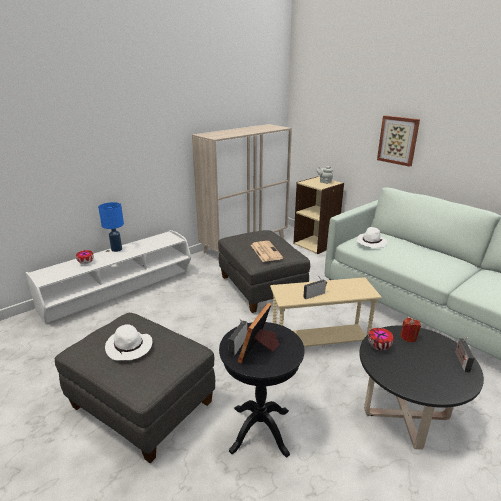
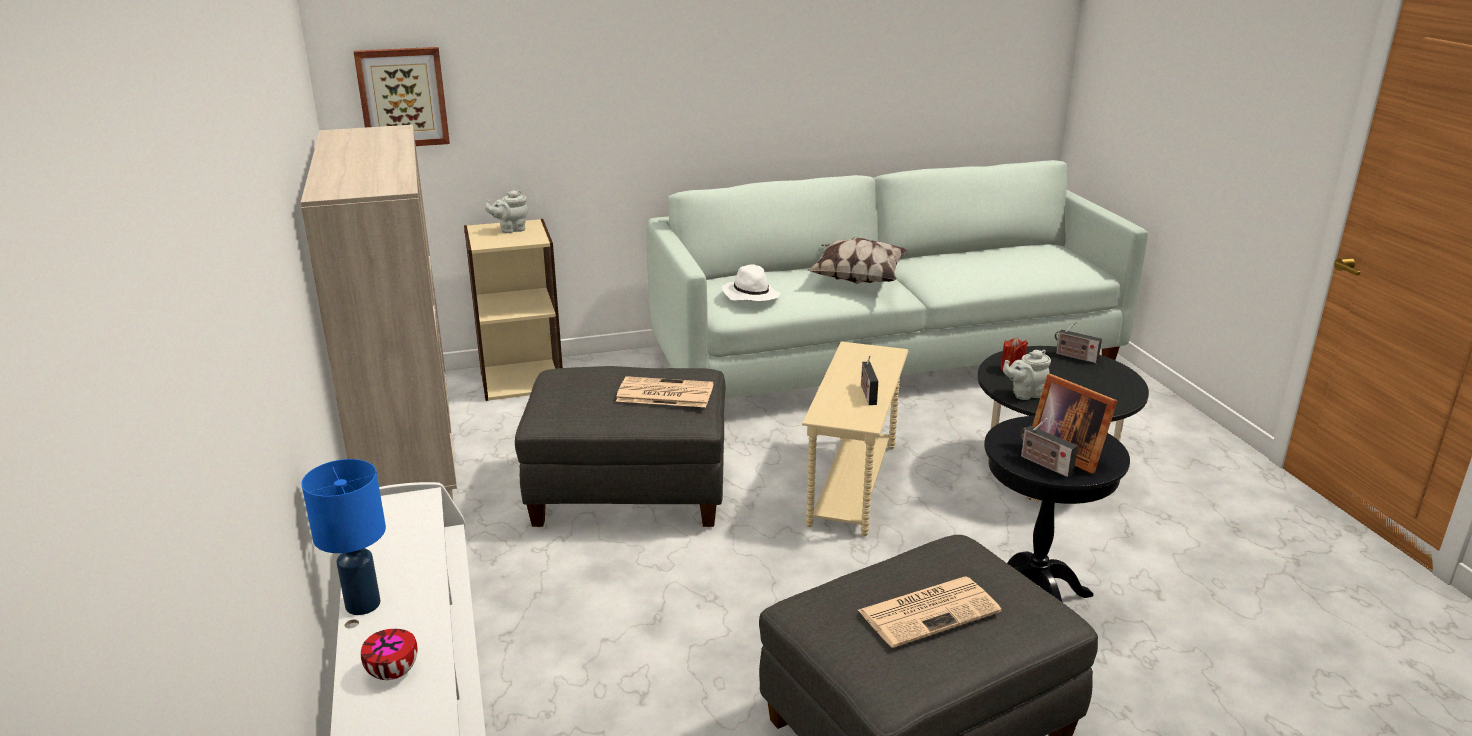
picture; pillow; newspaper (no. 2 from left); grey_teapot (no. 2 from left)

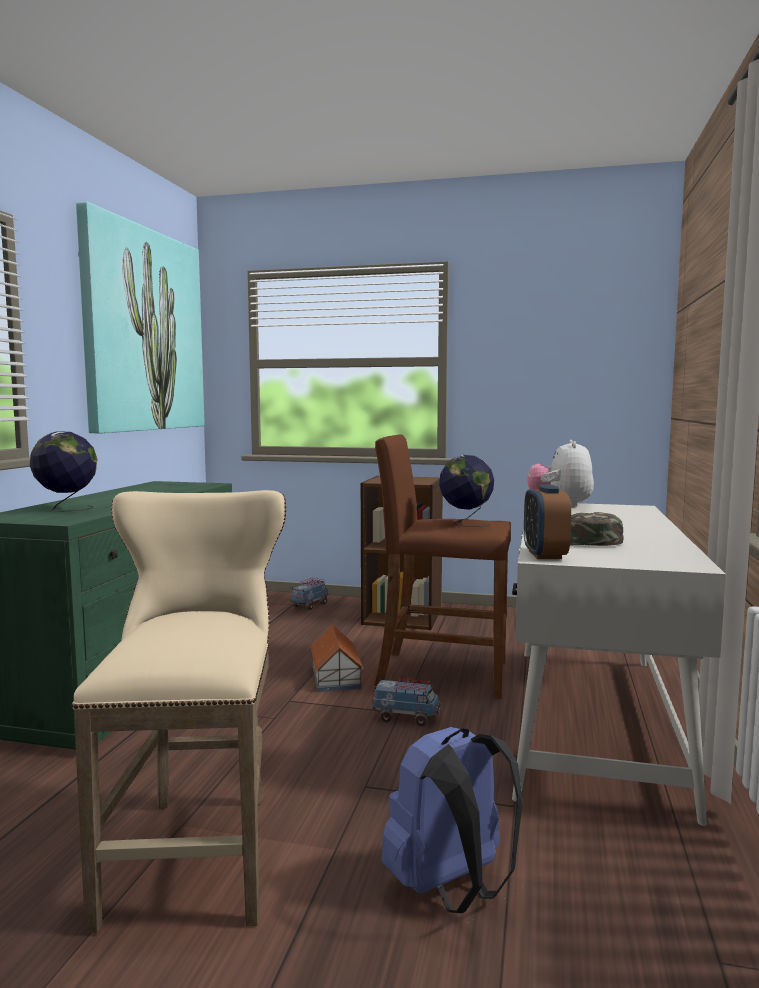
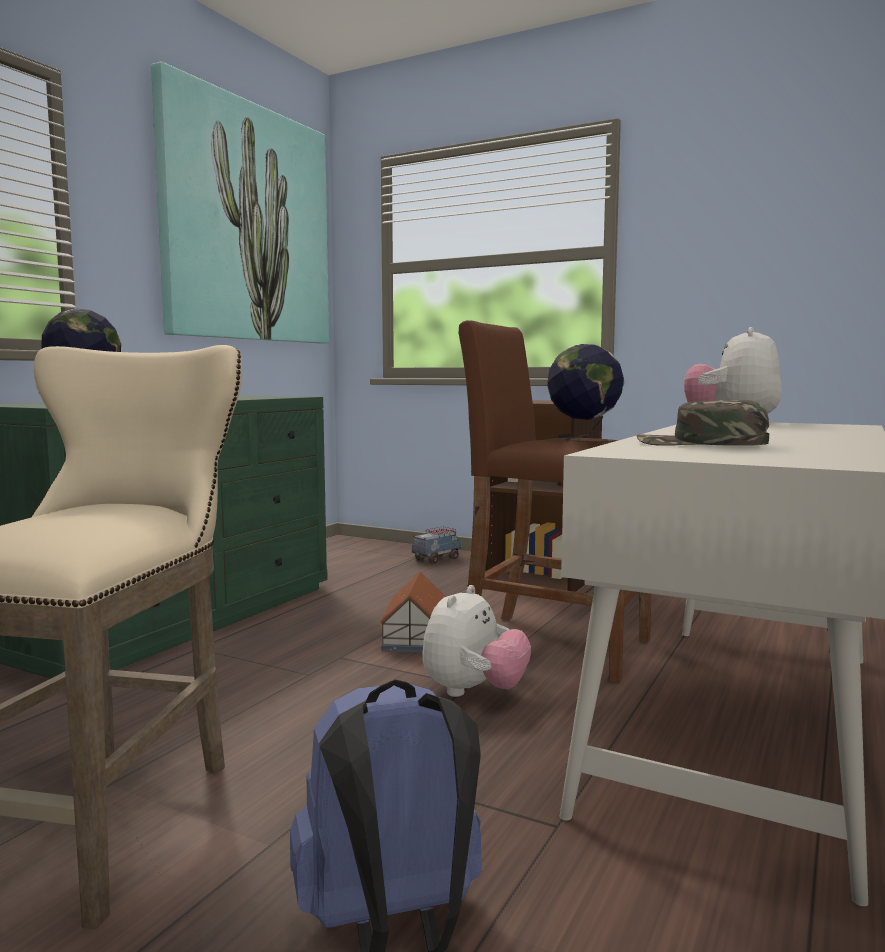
plush_toy (no. 1 from left); alarm_clock

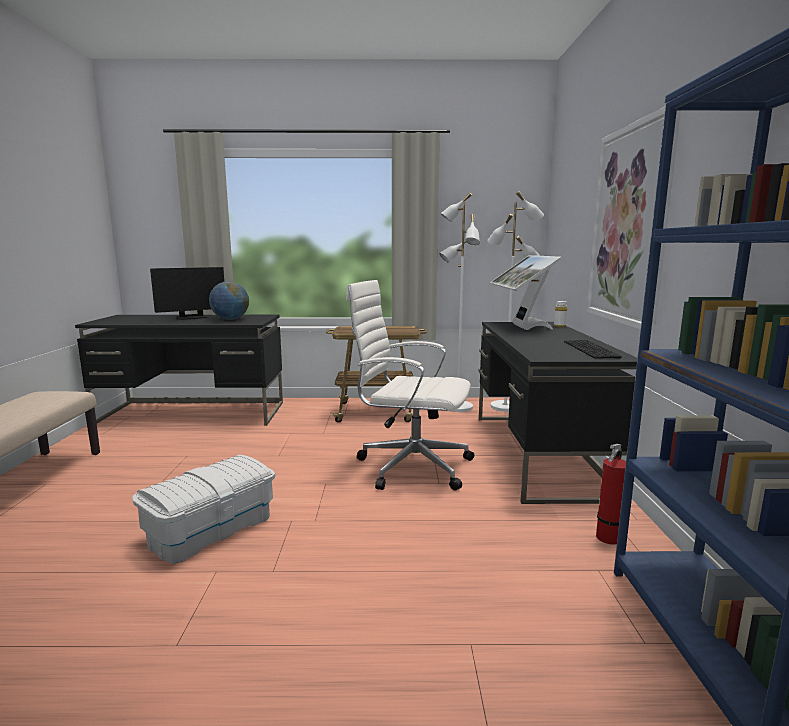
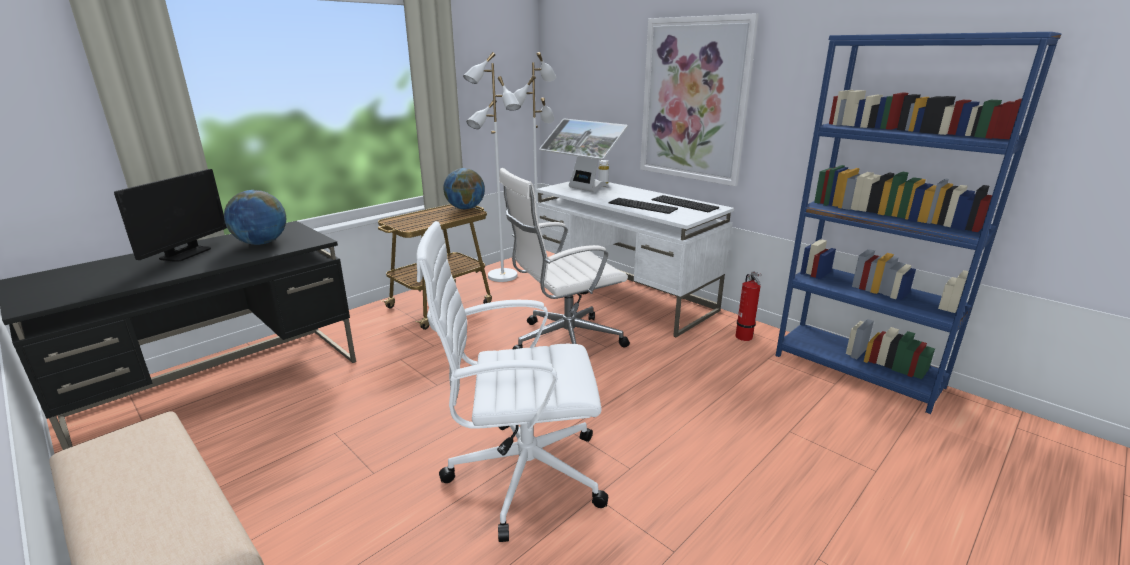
white_office_chair (no. 1 from left); globe (no. 2 from left); white_desk; keyboard (no. 1 from left)

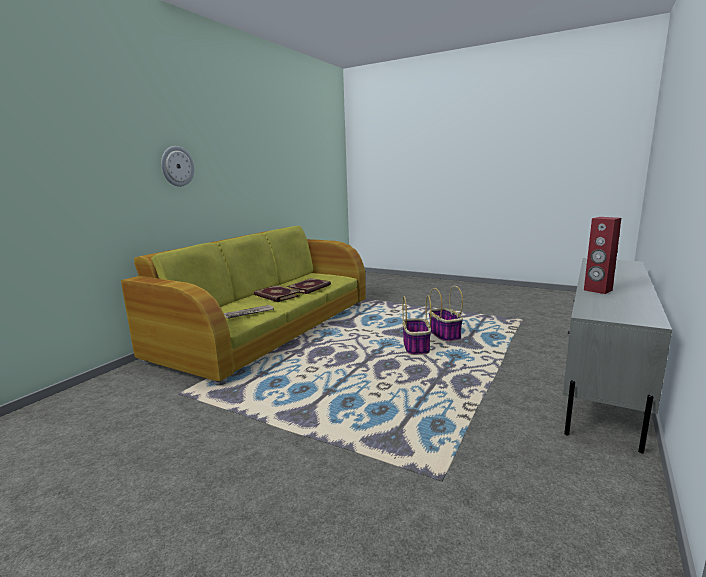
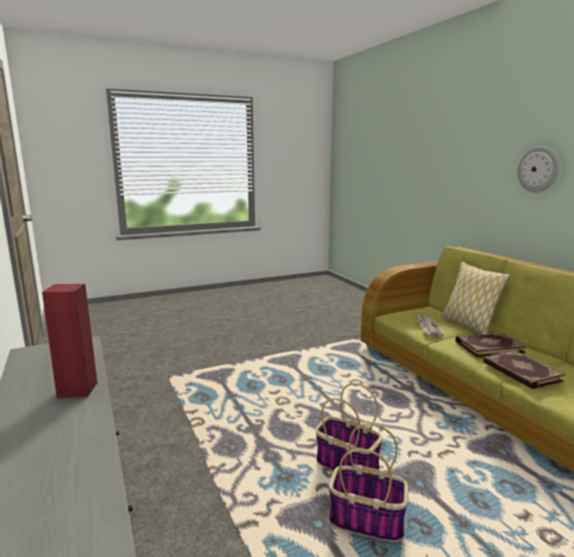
pillow

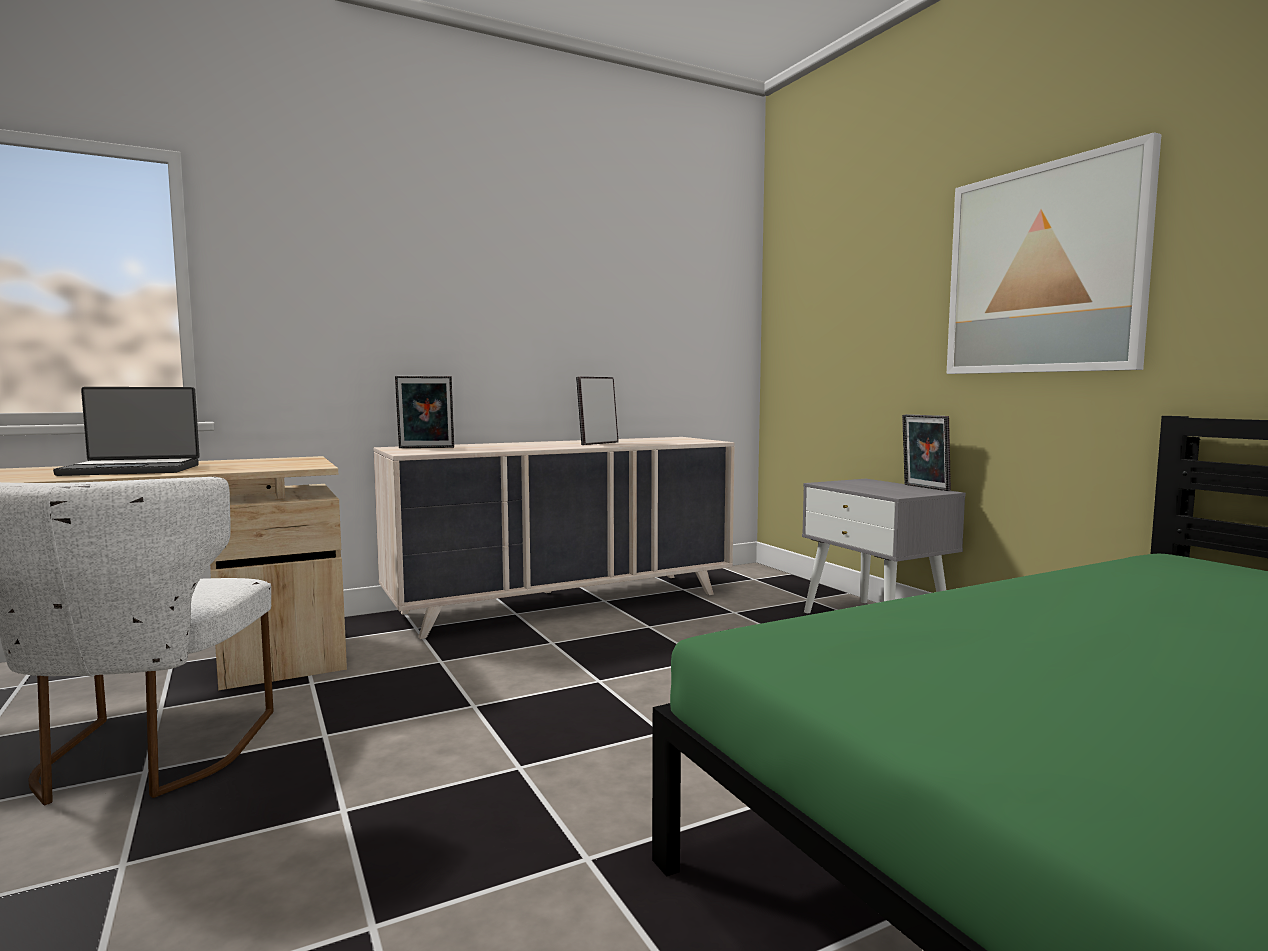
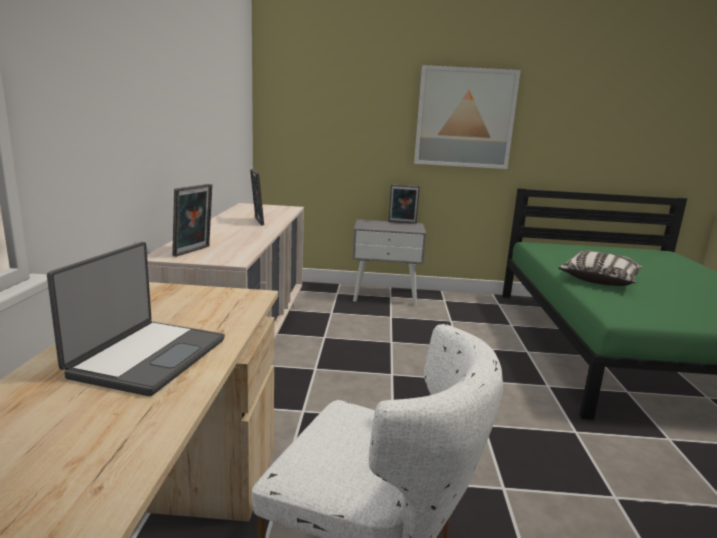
pillow

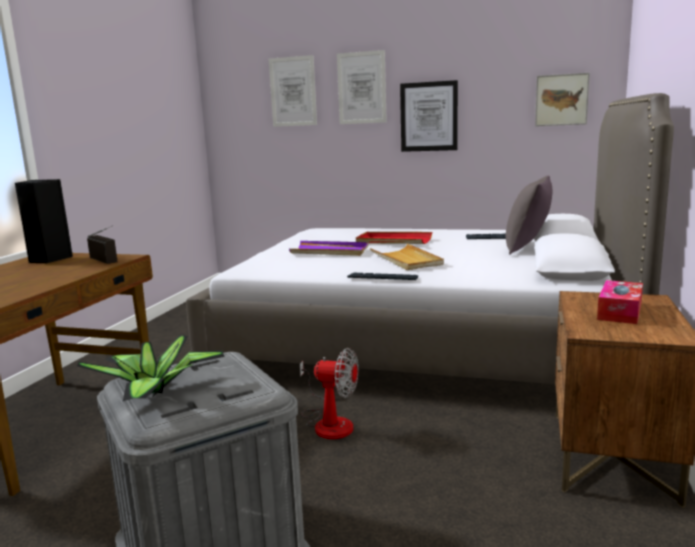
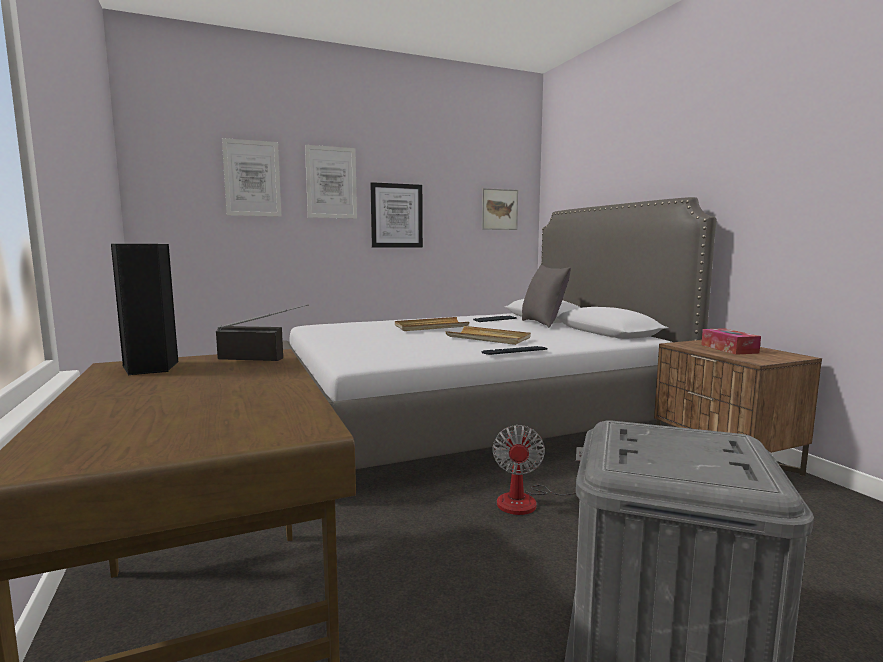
beige_tray (no. 1 from left); fan; potted_plant; purple_tray

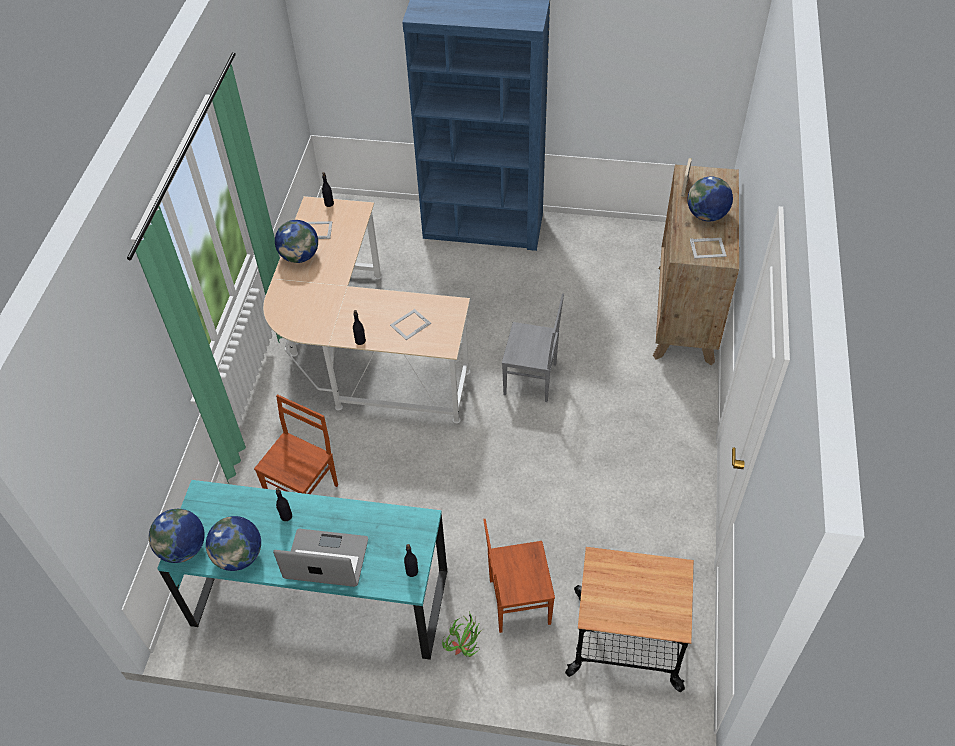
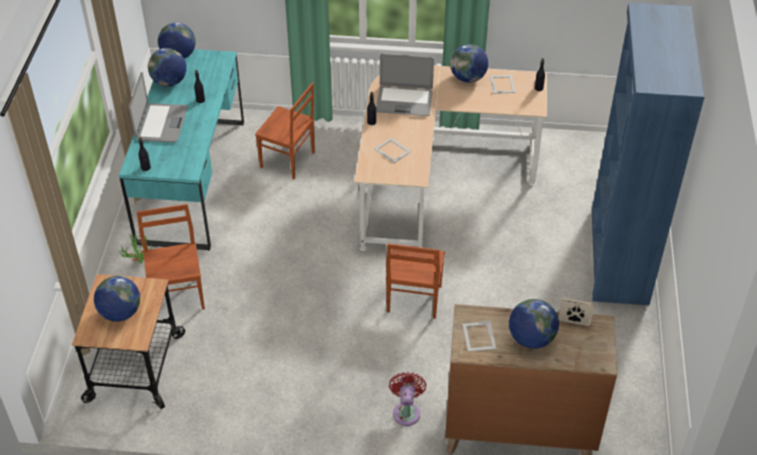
globe (no. 1 from left); laptop (no. 2 from left); brown_chair (no. 3 from left); red_fan

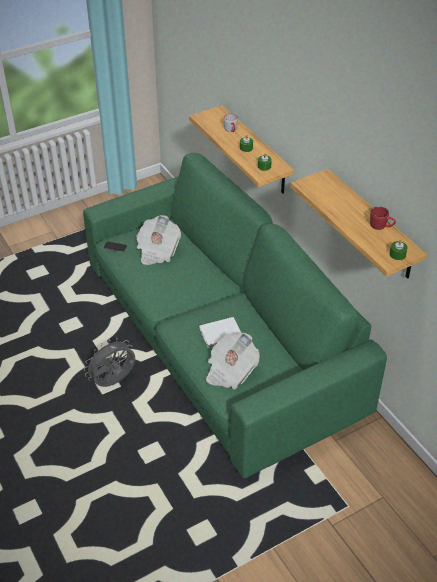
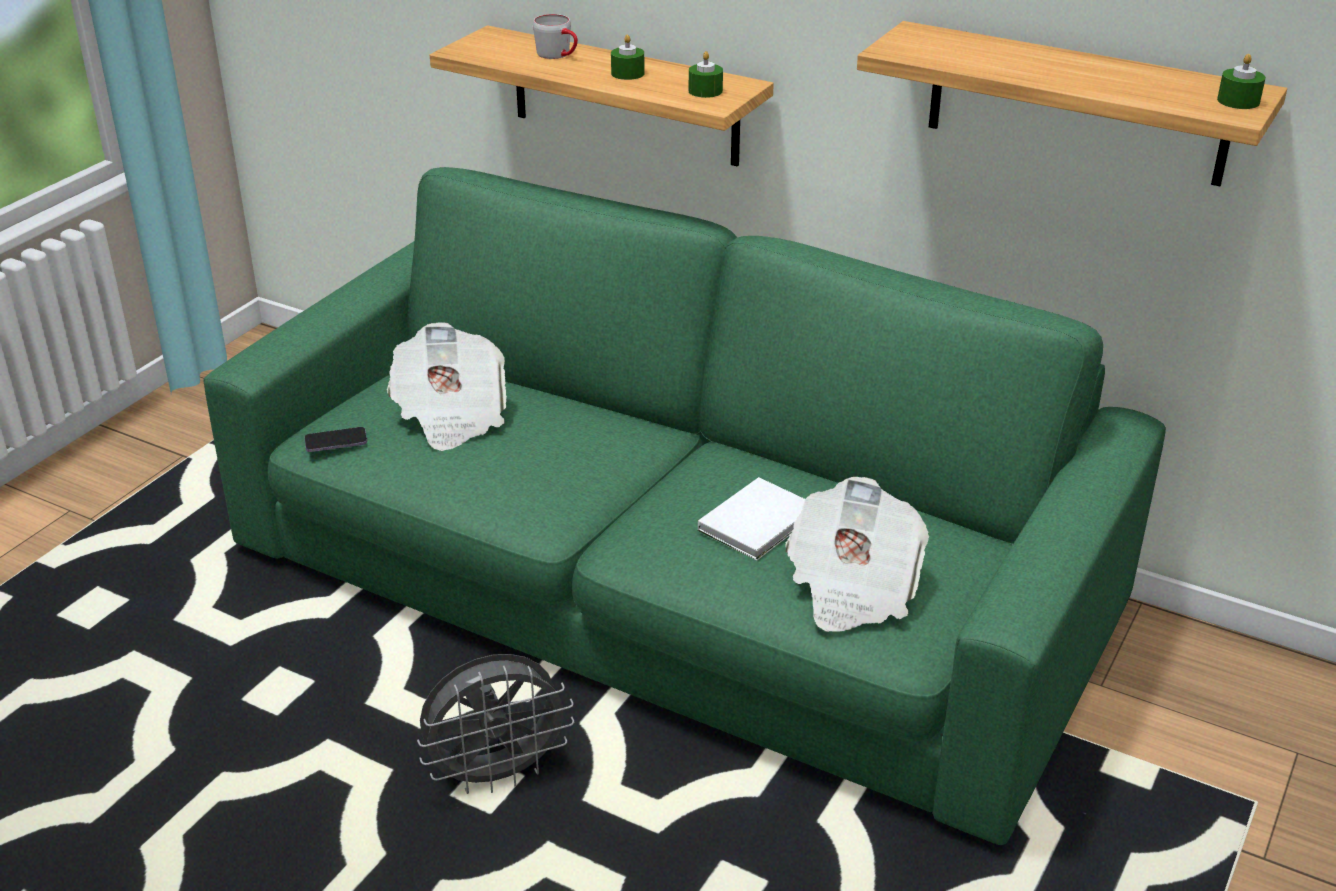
grey_fan; red_mug

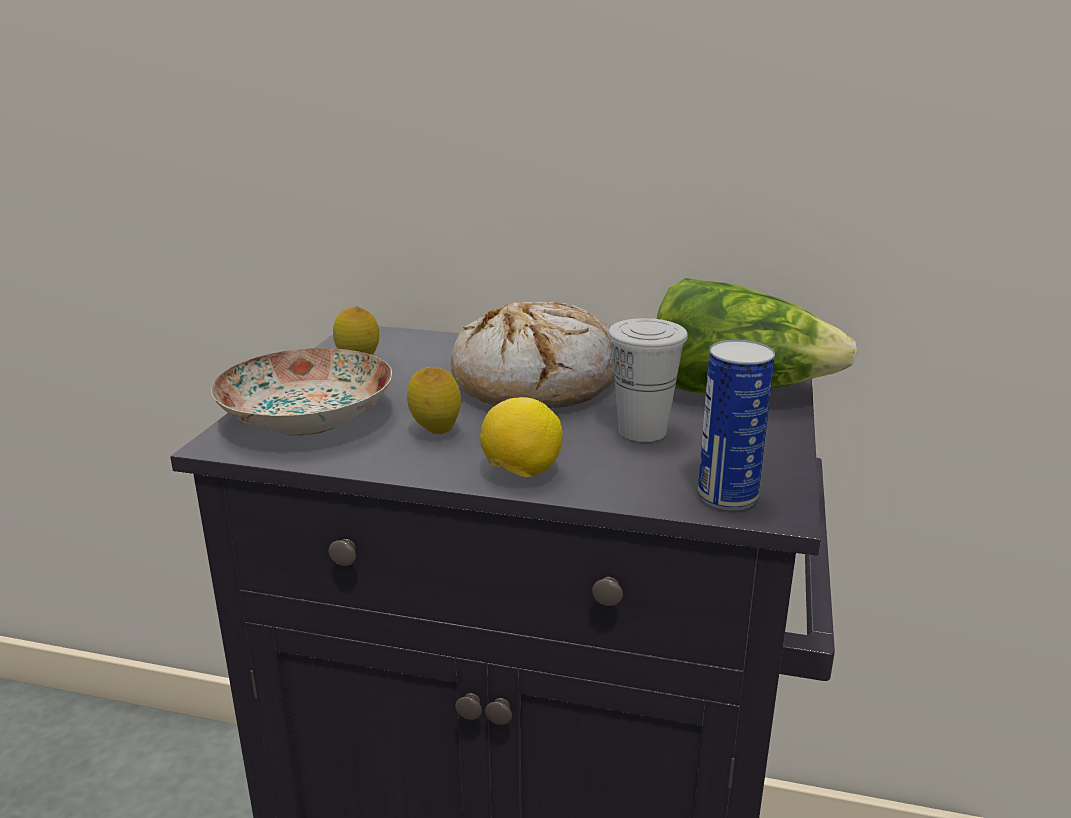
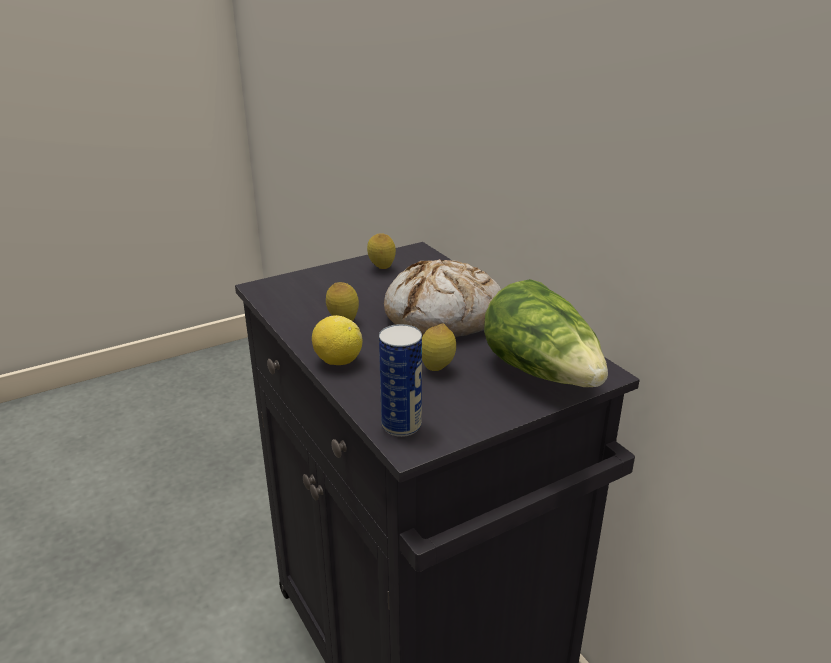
lemon (no. 4 from left); plate

